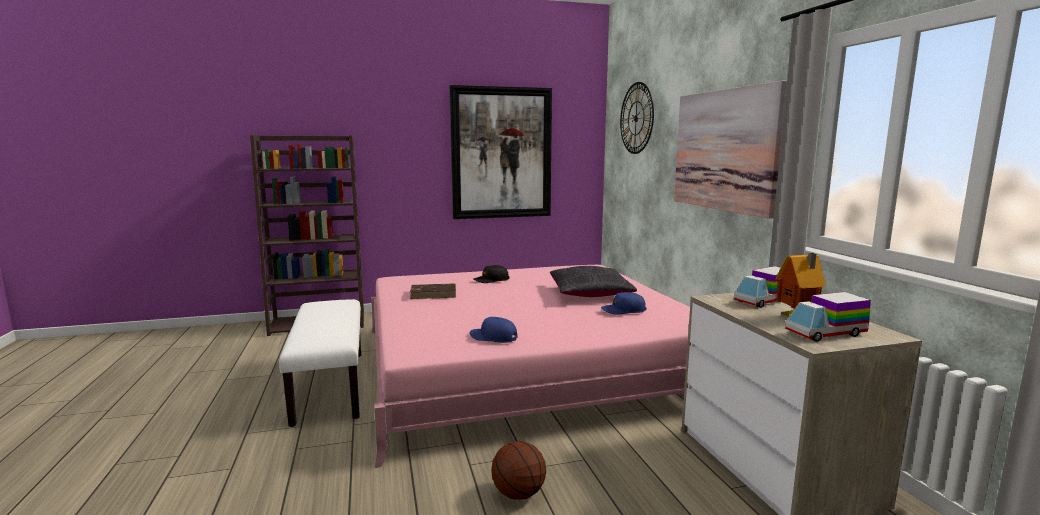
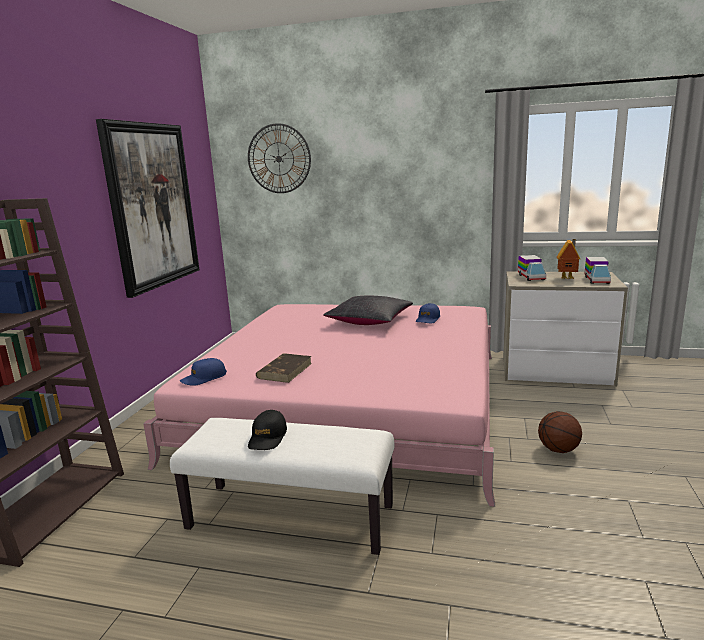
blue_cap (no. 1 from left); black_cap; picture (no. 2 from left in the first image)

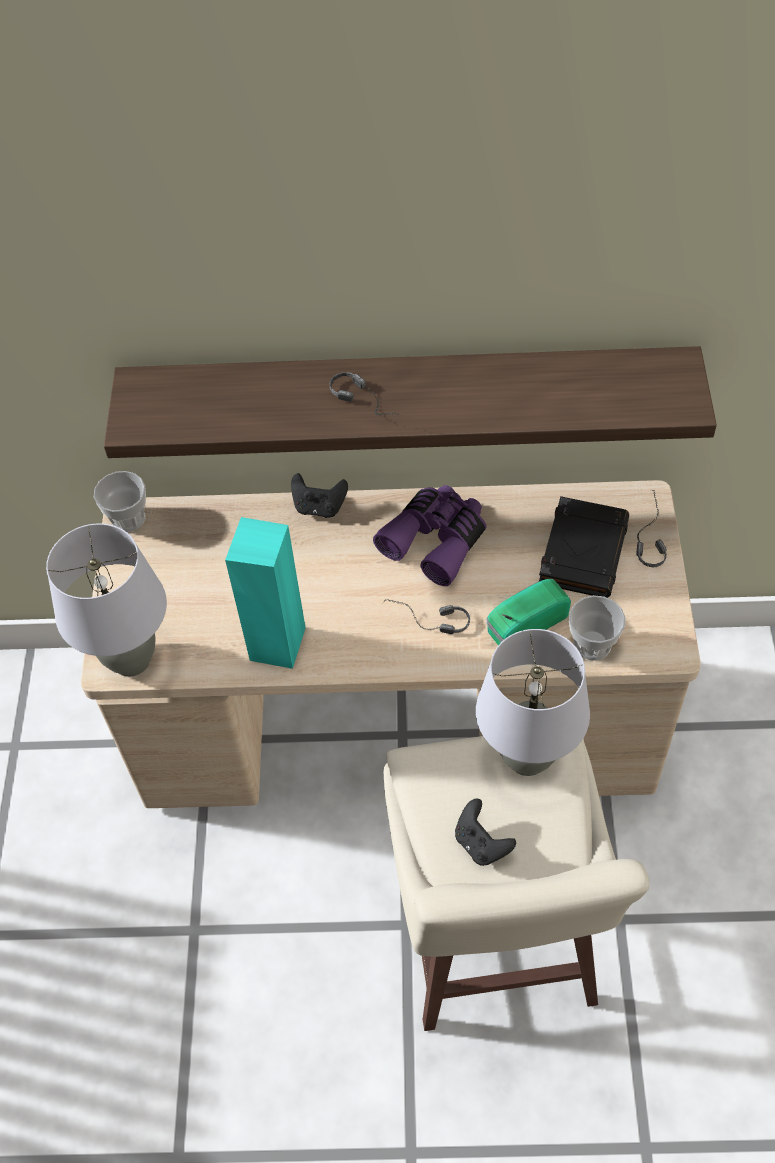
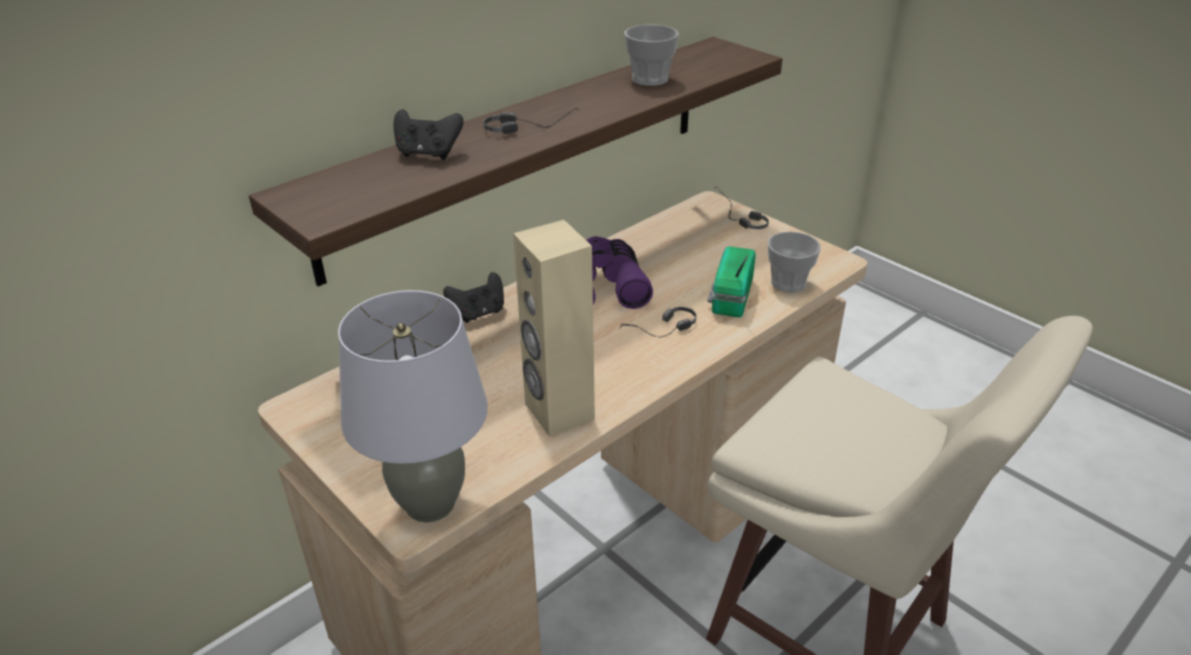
black_game_controller (no. 1 from left); beige_speaker; cup (no. 1 from left); grey_table_lamp (no. 2 from left in the first image); black_book

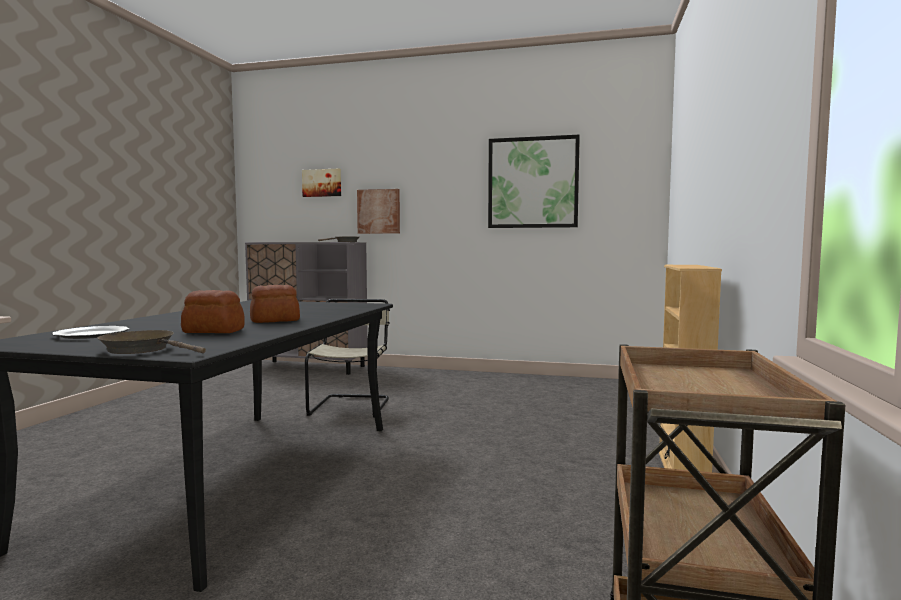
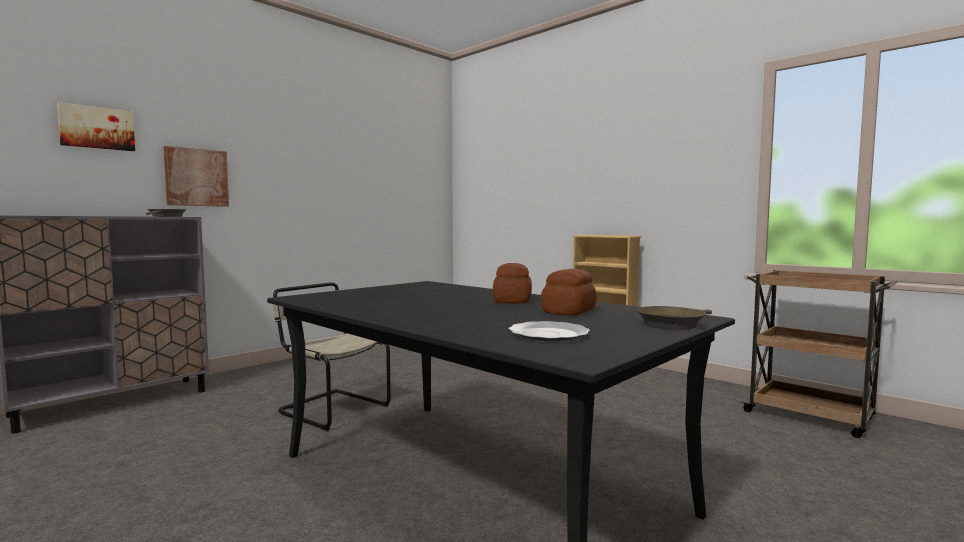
picture (no. 3 from left in the first image)

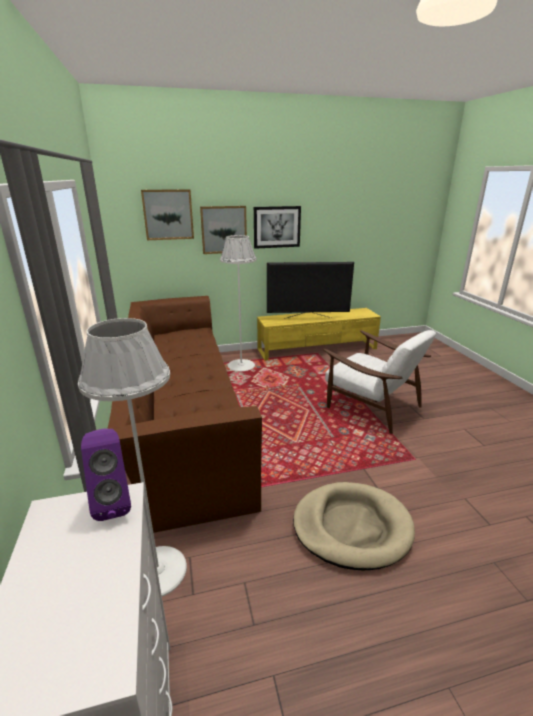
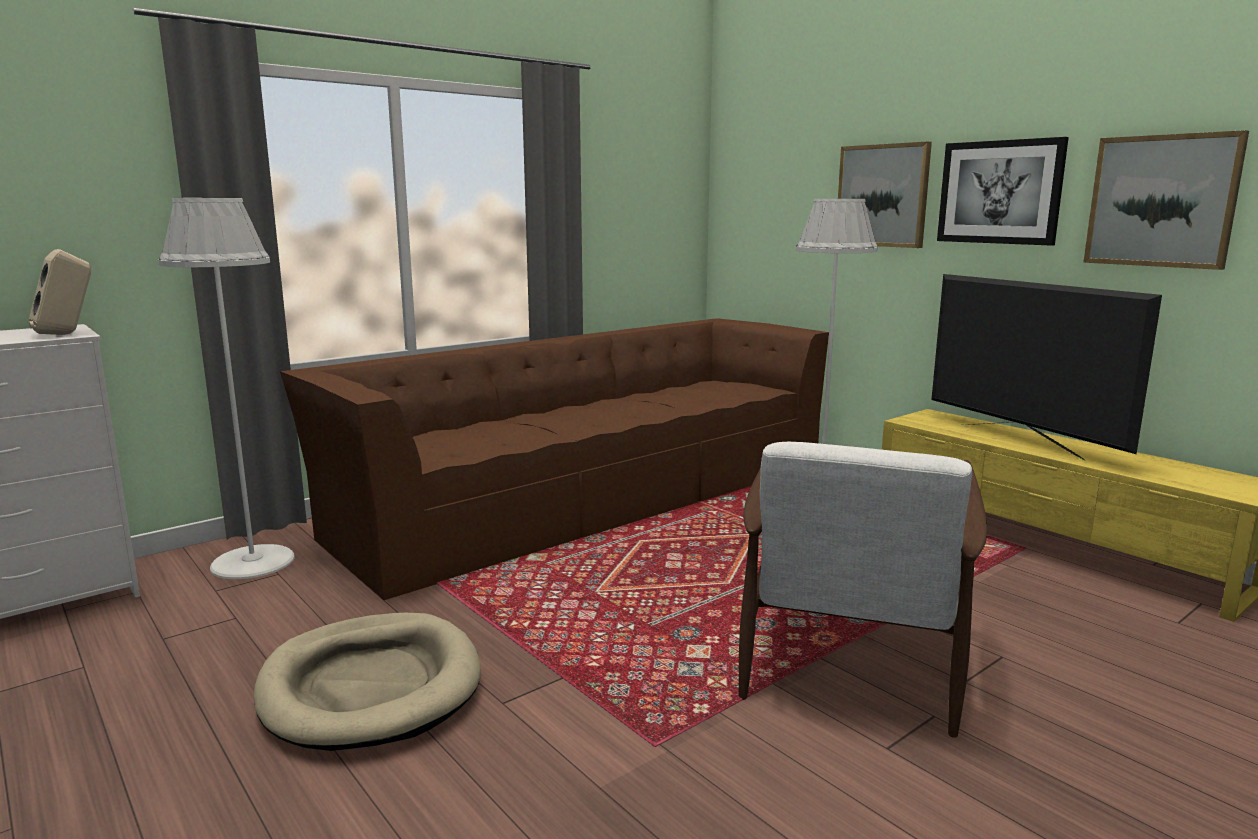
beige_speaker; picture (no. 3 from left)

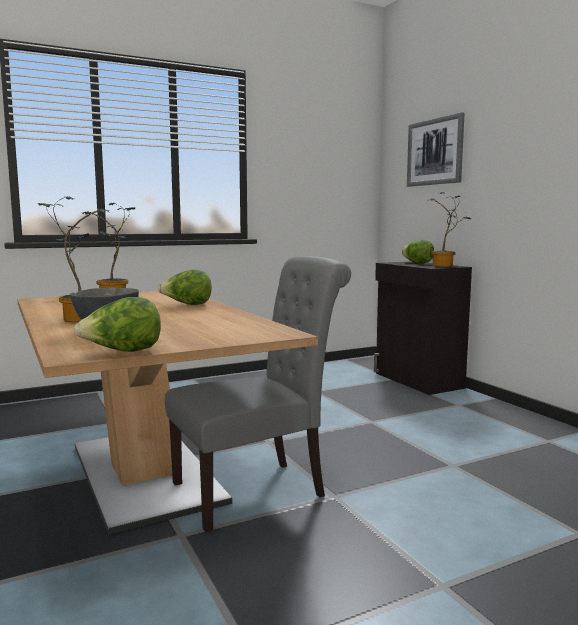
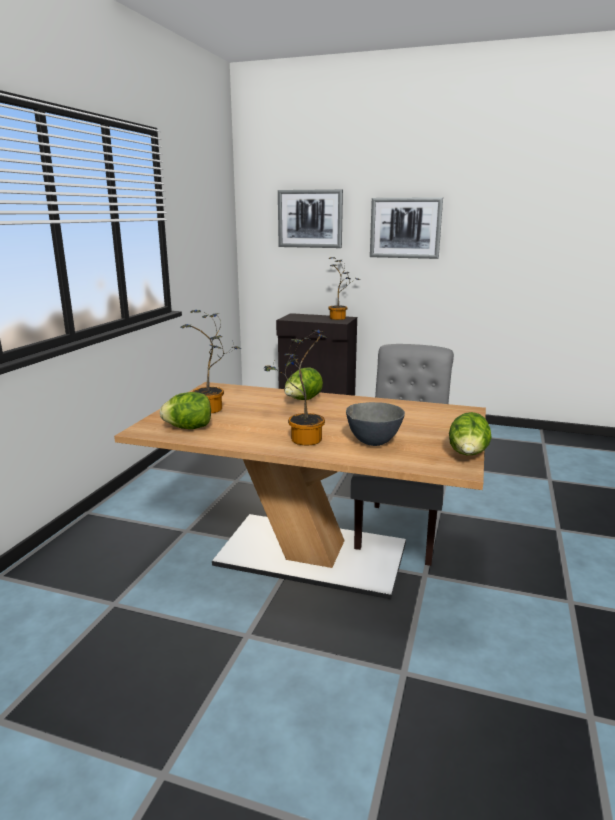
lettuce (no. 1 from left); picture (no. 2 from left)

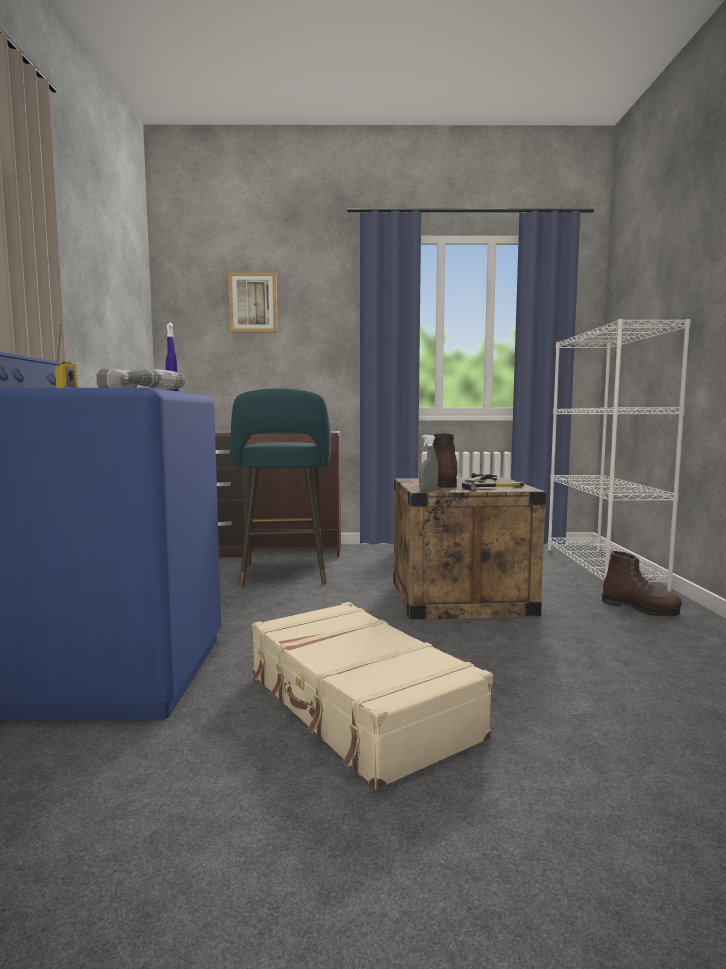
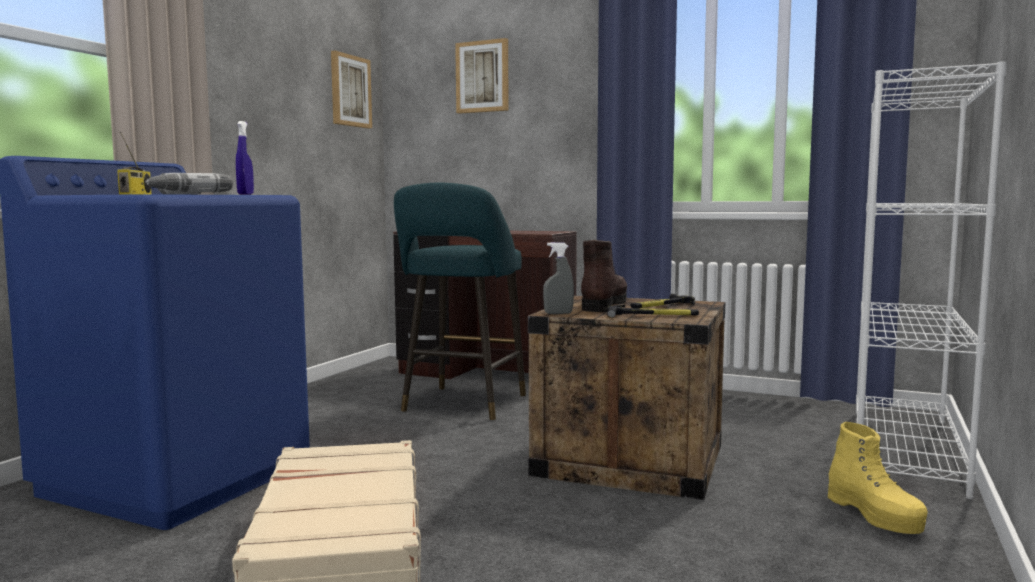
picture (no. 1 from left); yellow_boot

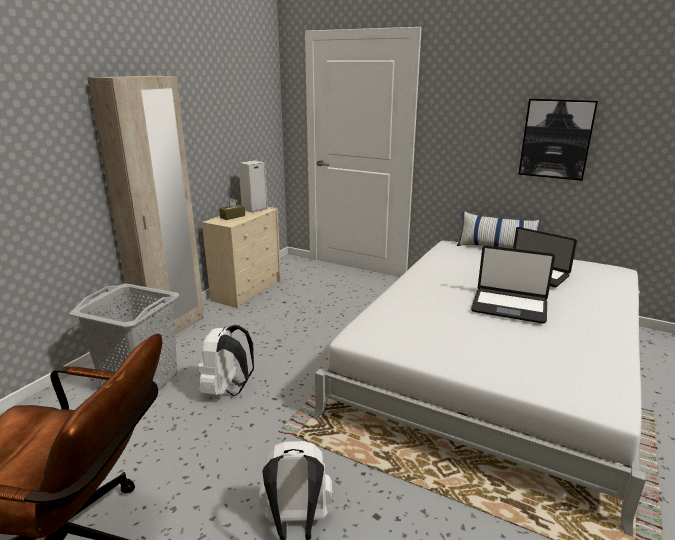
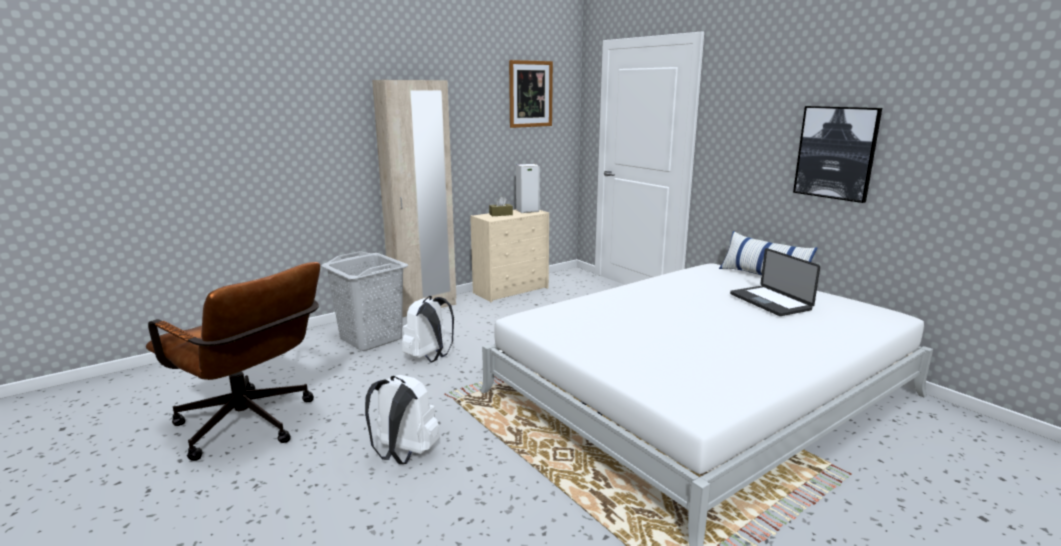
picture (no. 1 from left); laptop (no. 1 from left in the first image)

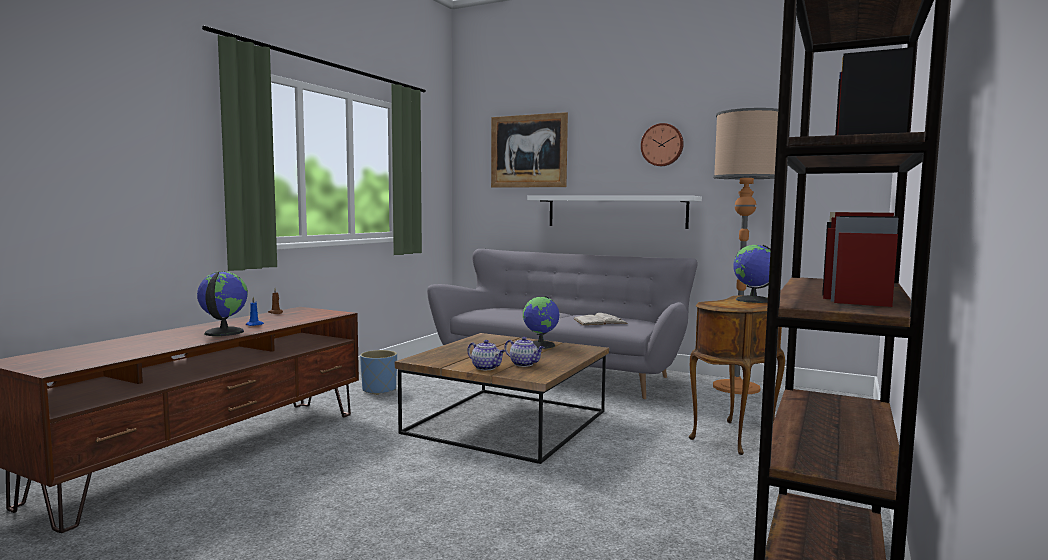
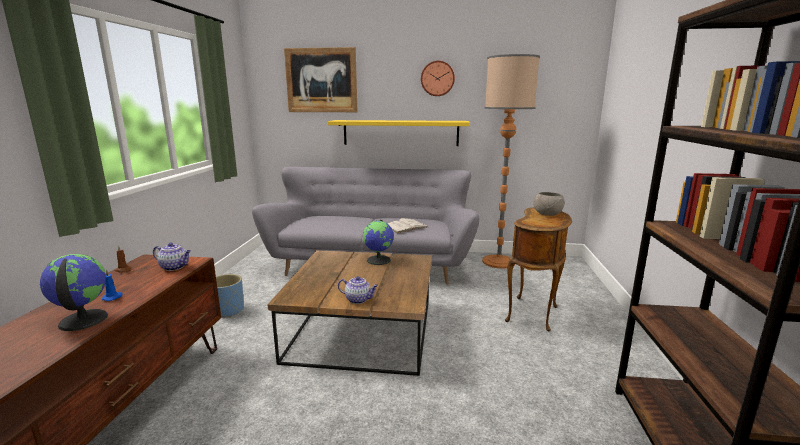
teapot (no. 1 from left); yellow_shelf; grey_bowl

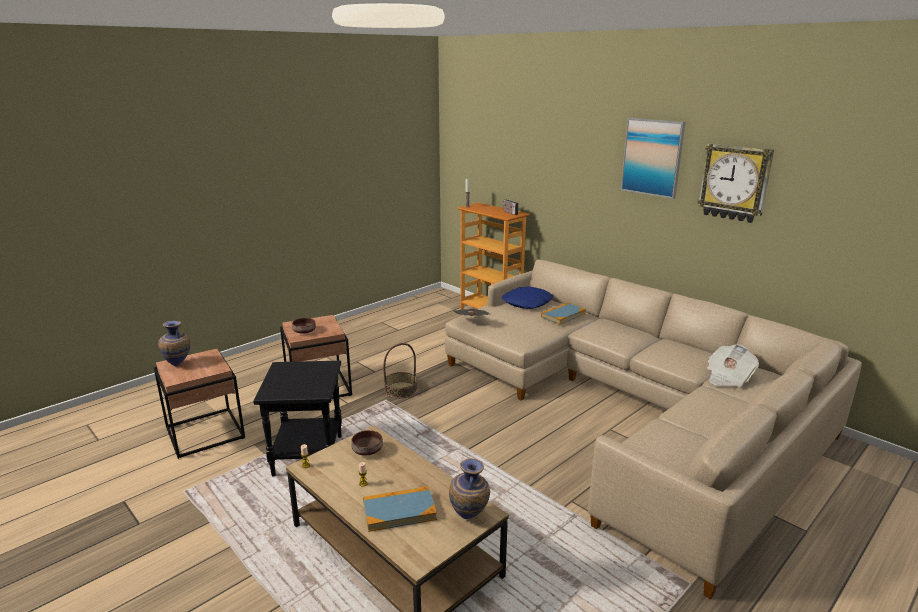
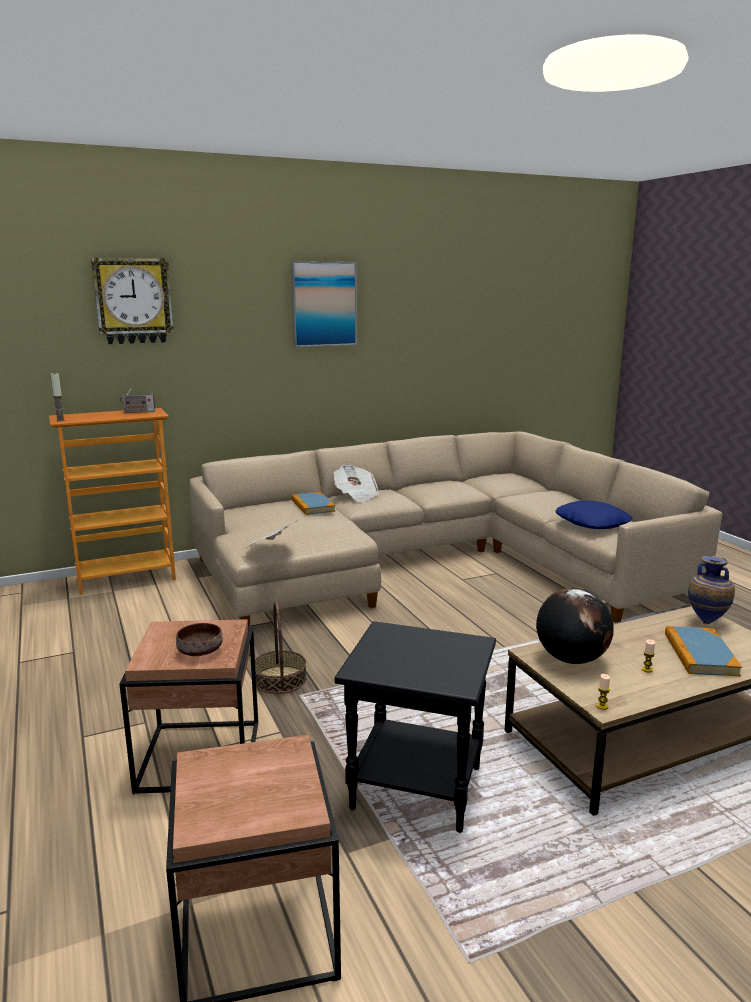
wall_clock; newspaper (no. 2 from left); globe; blue_pillow; vase (no. 1 from left in the first image)

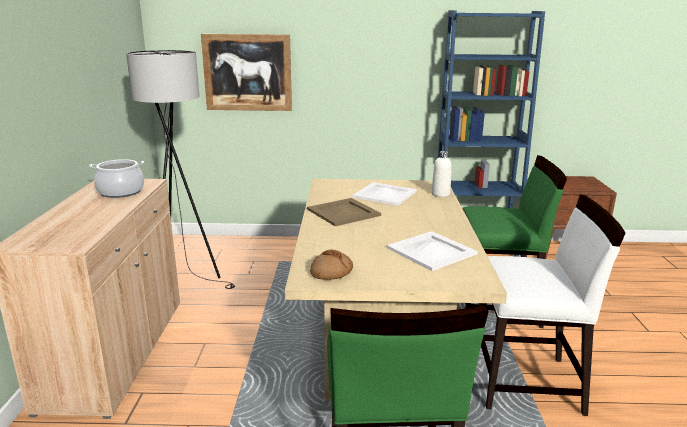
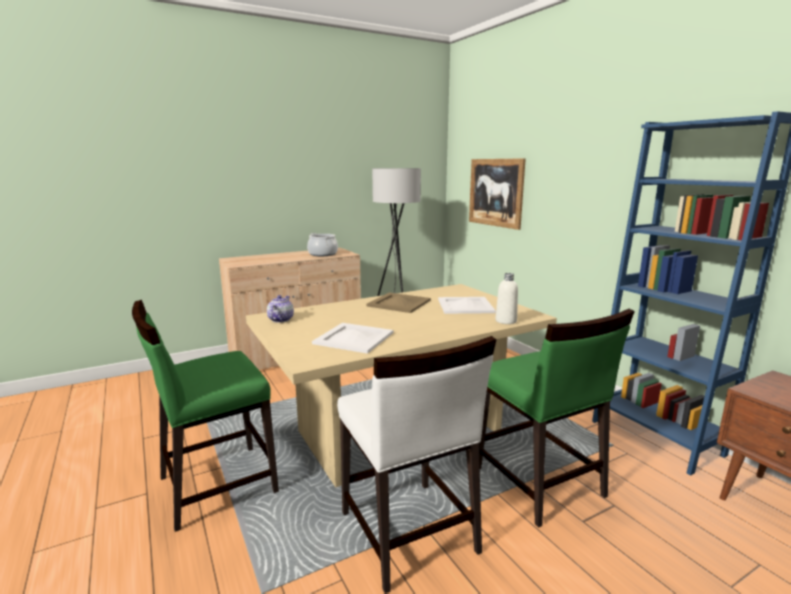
teapot

